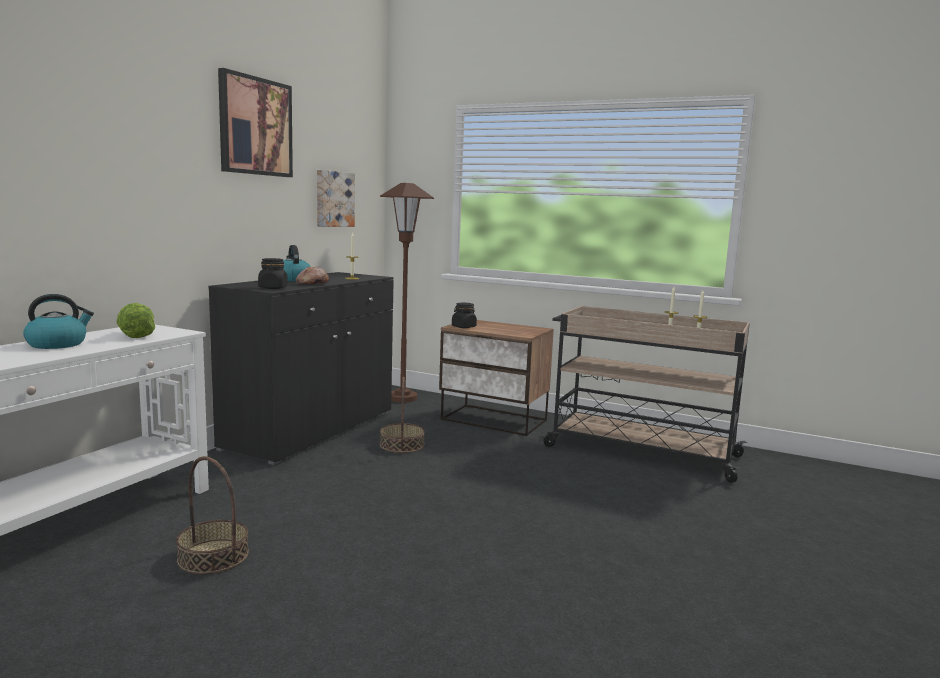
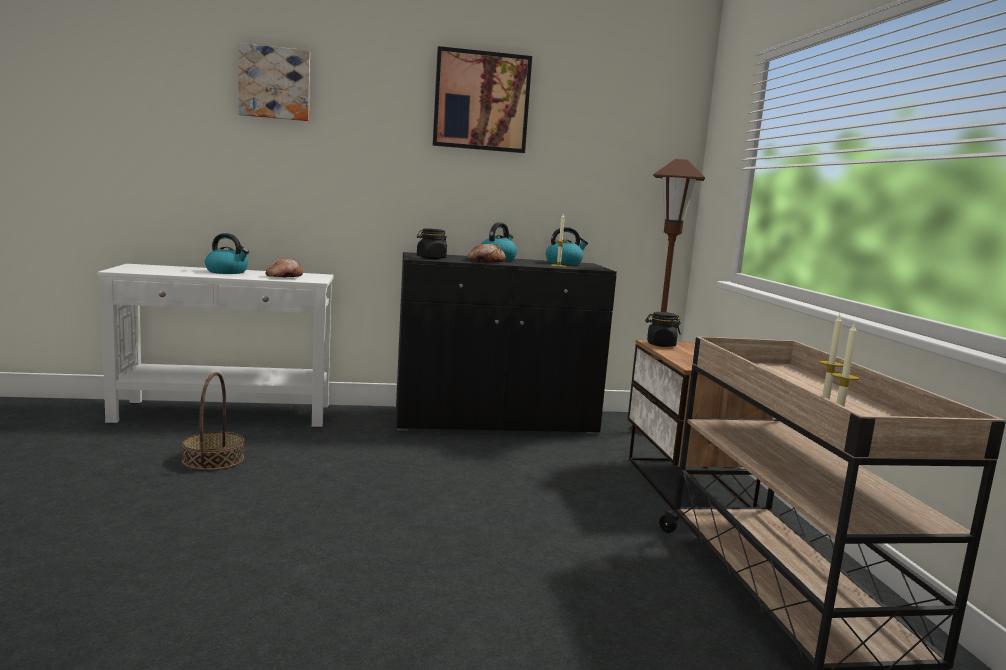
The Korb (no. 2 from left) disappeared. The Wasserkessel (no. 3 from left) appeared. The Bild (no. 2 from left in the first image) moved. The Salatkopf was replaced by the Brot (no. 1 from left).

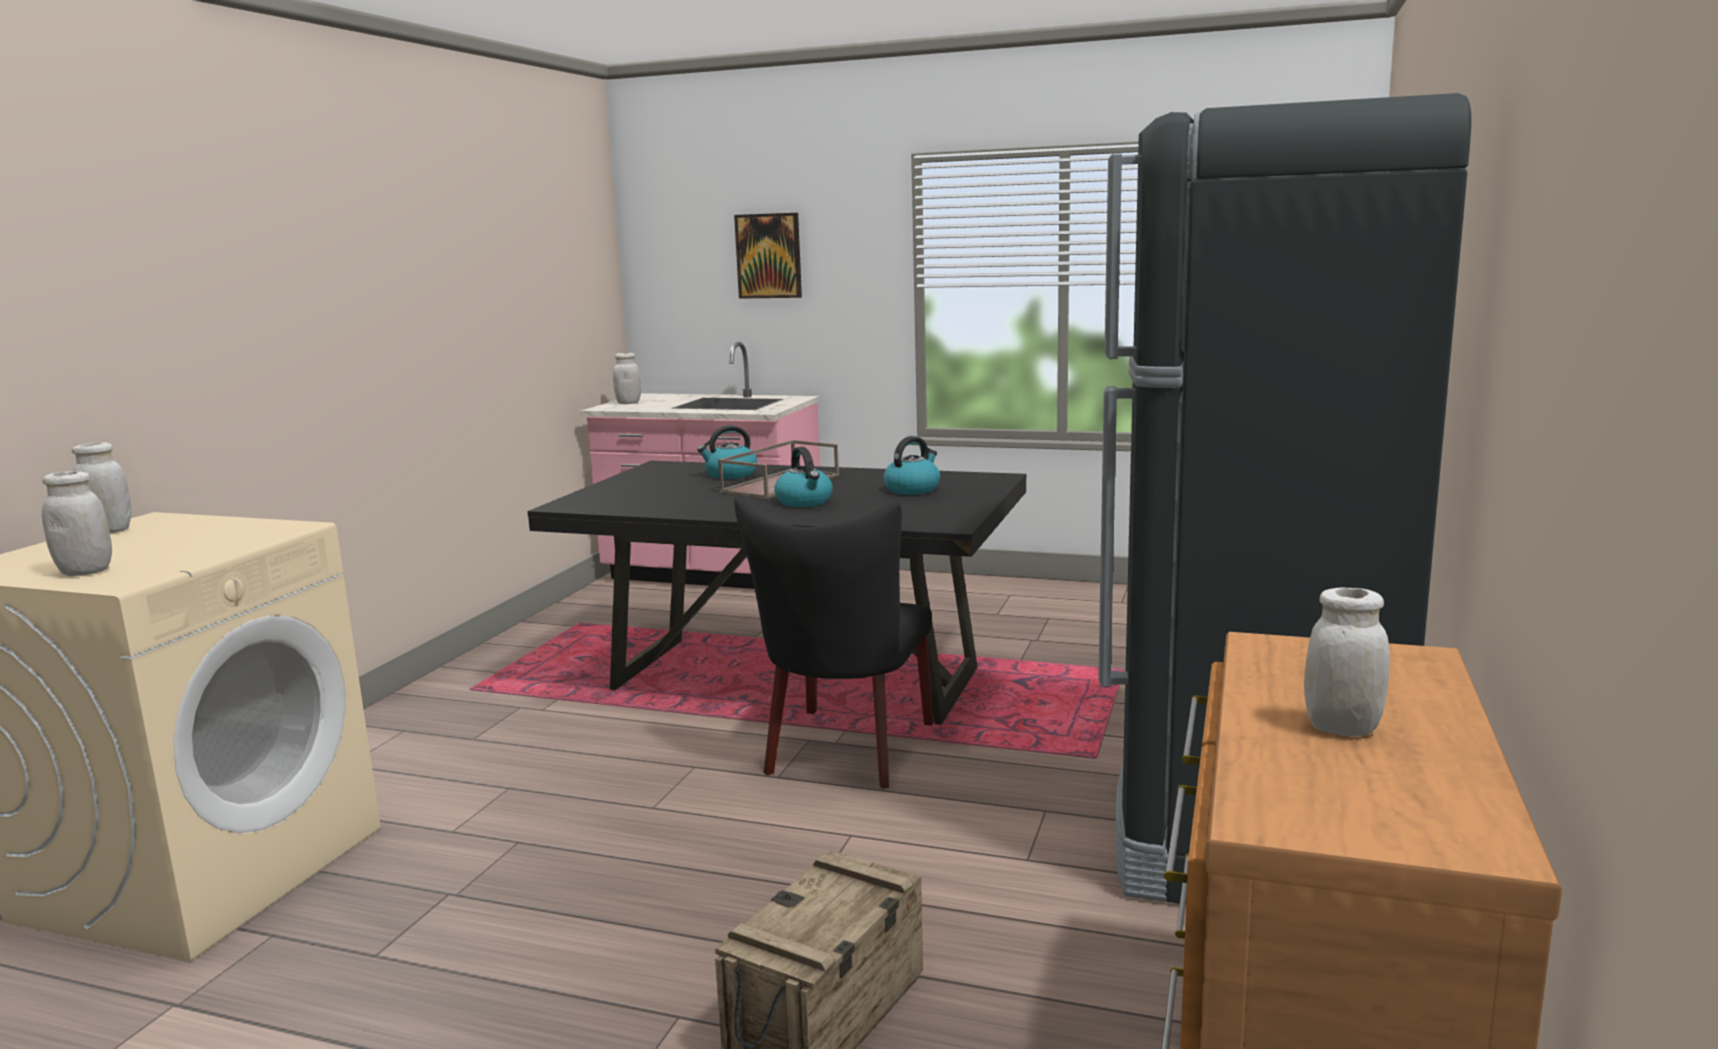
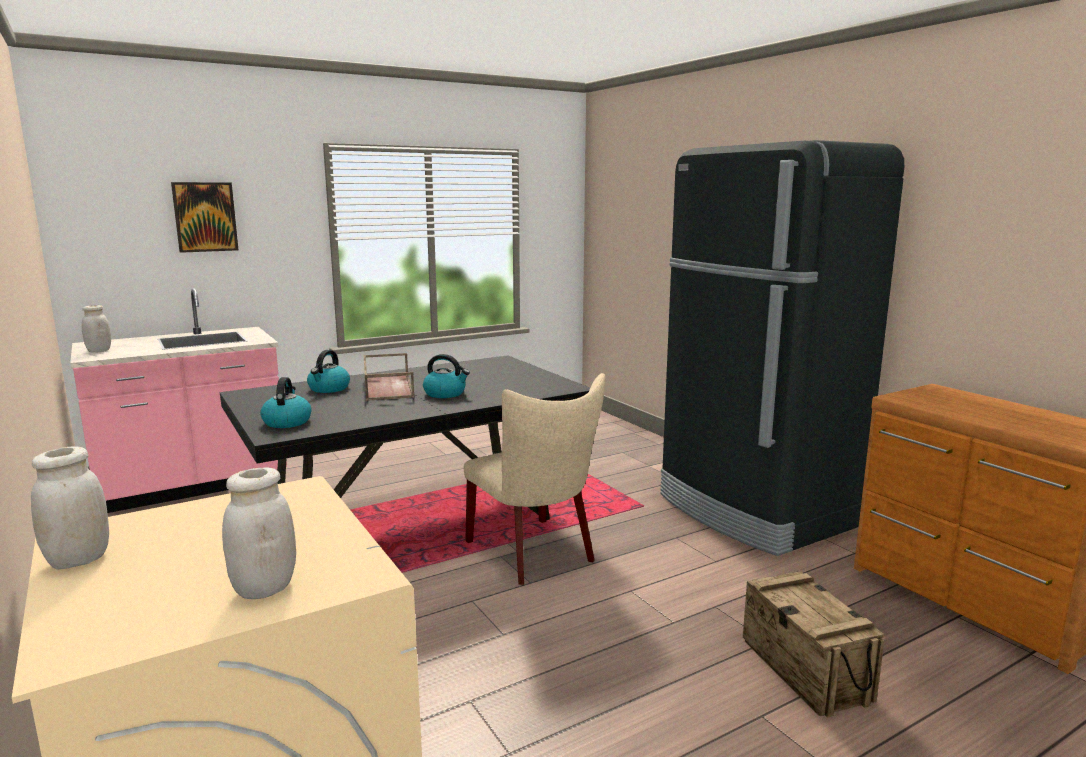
The Vorratsglas (weiß) (no. 4 from left) disappeared. The Wasserkessel (no. 3 from left in the first image) moved. The Stuhl (schwarz) became the Stuhl (beige).

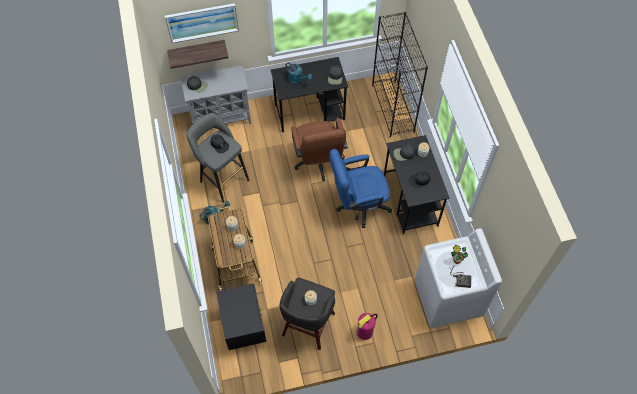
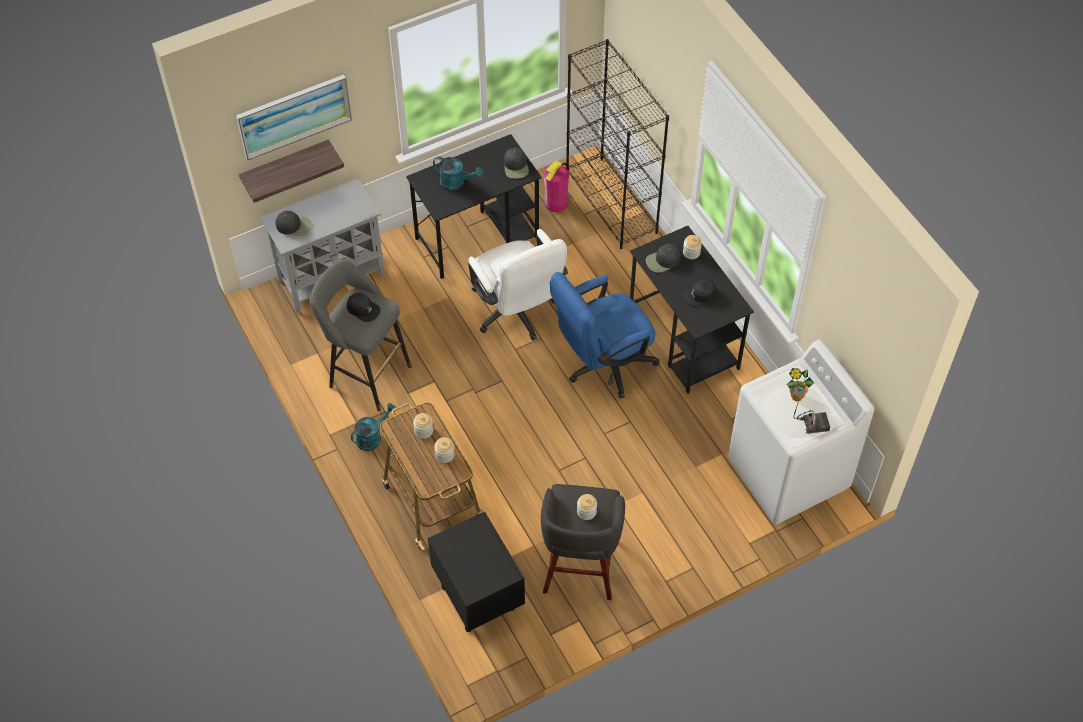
The Feuerlöscher moved. The Bürostuhl (braun) became the Bürostuhl (weiß).

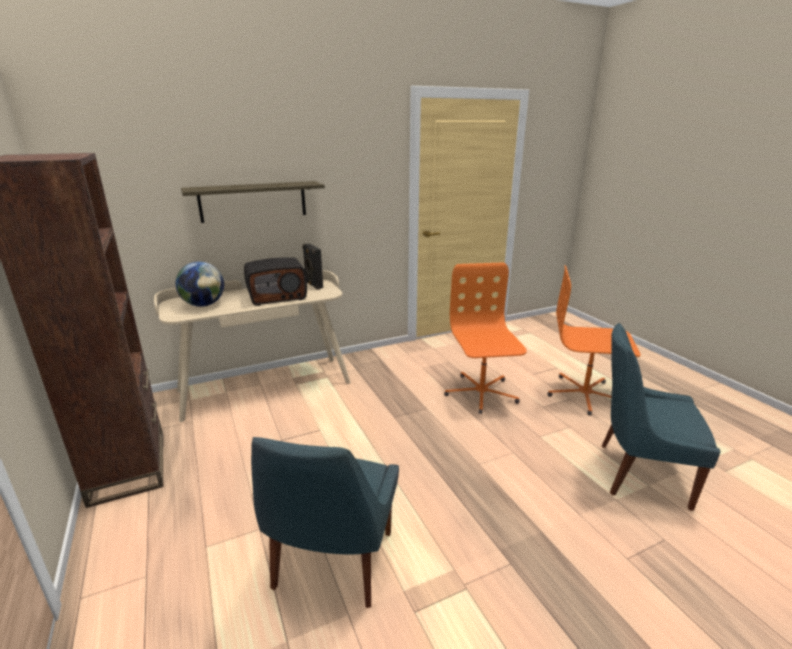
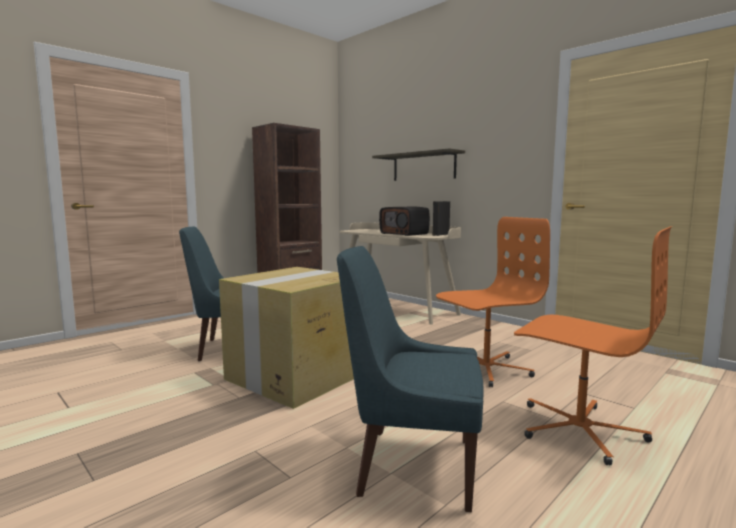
The Globus disappeared. The Karton appeared. The Bürostuhl (orange) (no. 2 from left) turned 135 degrees clockwise. The Stuhl (blau) (no. 2 from left) turned 75 degrees counterclockwise.

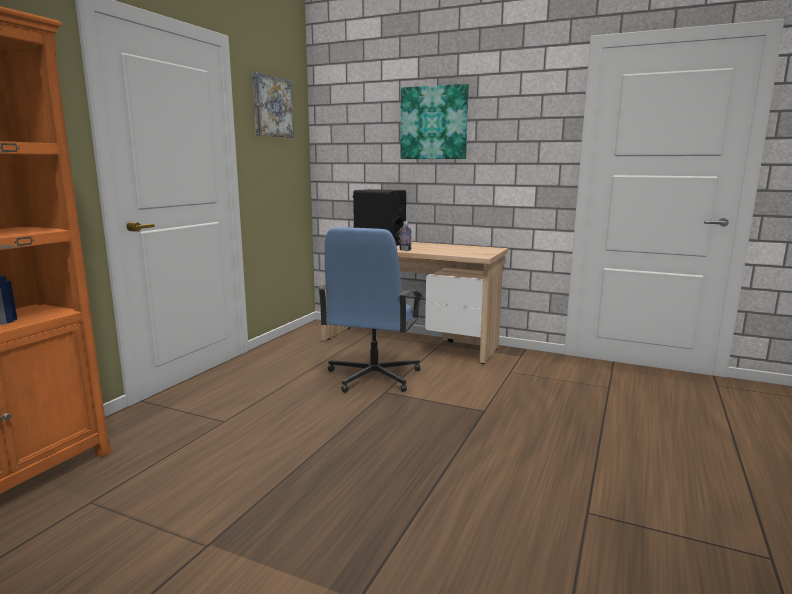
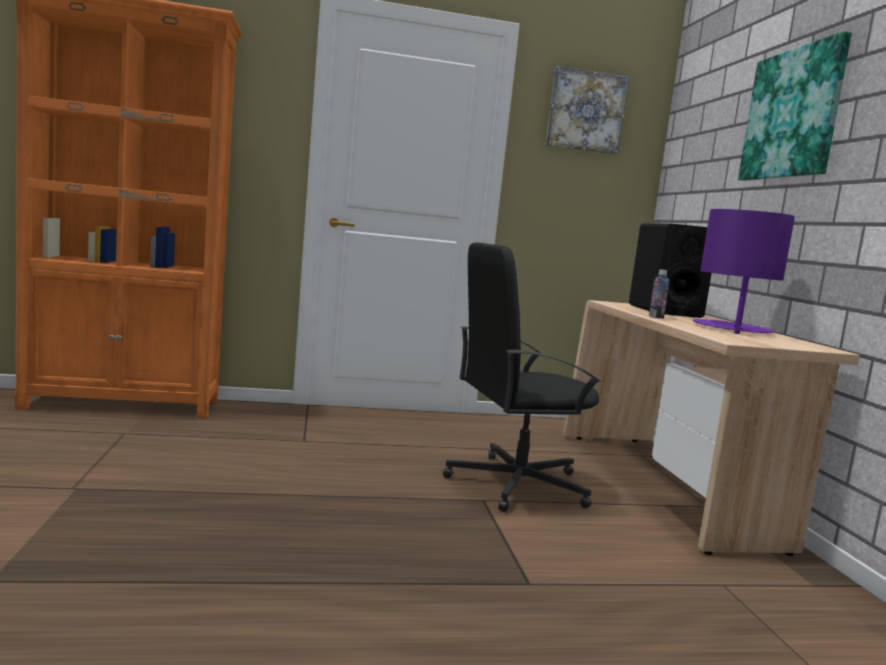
The Tischlampe (lila) appeared. The Bürostuhl (blau) became the Bürostuhl (schwarz).

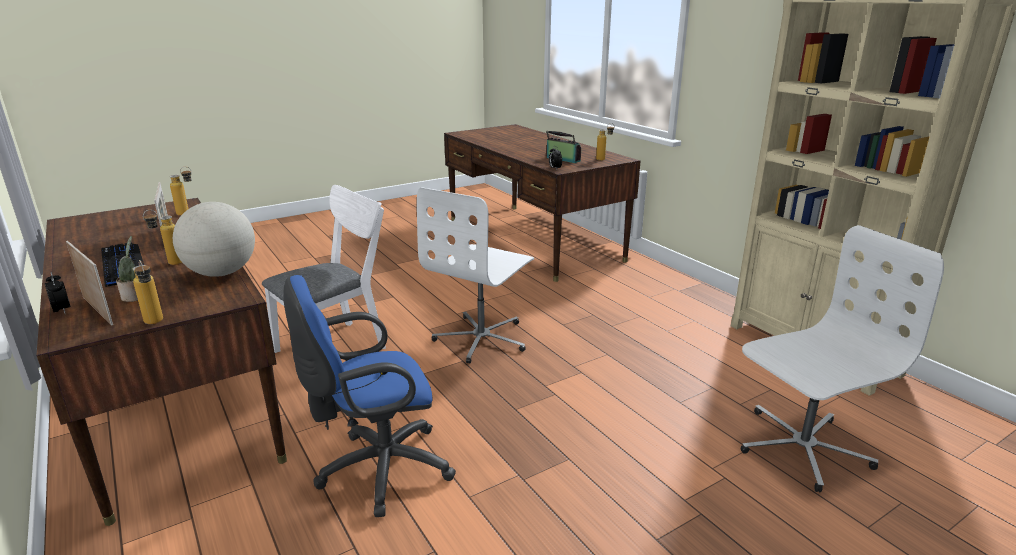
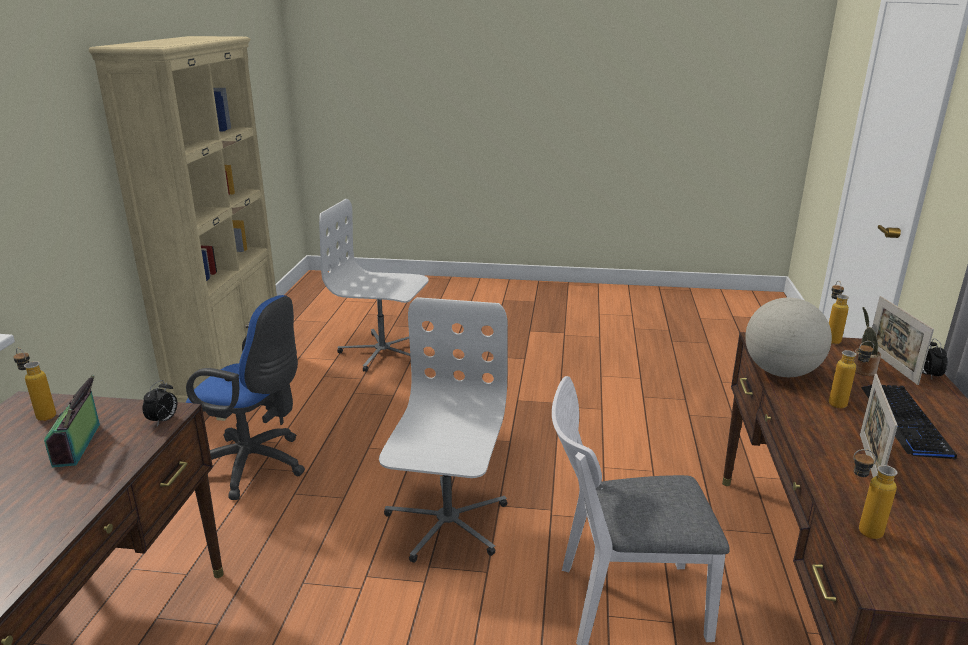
The Bürostuhl (blau) moved. The Bürostuhl (weiß) (no. 1 from left in the first image) turned 60 degrees counterclockwise.

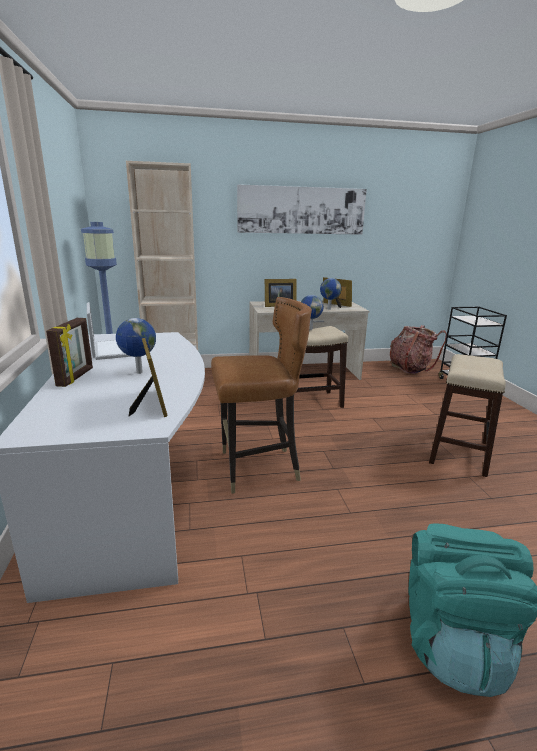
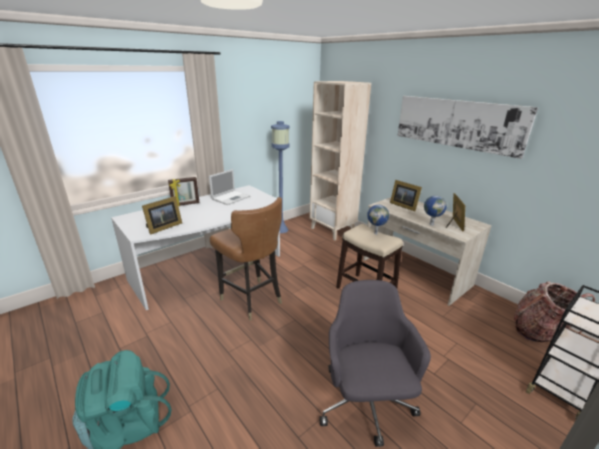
The Globus (no. 1 from left) disappeared. The Hocker (no. 2 from left) was replaced by the Bürostuhl (grau).

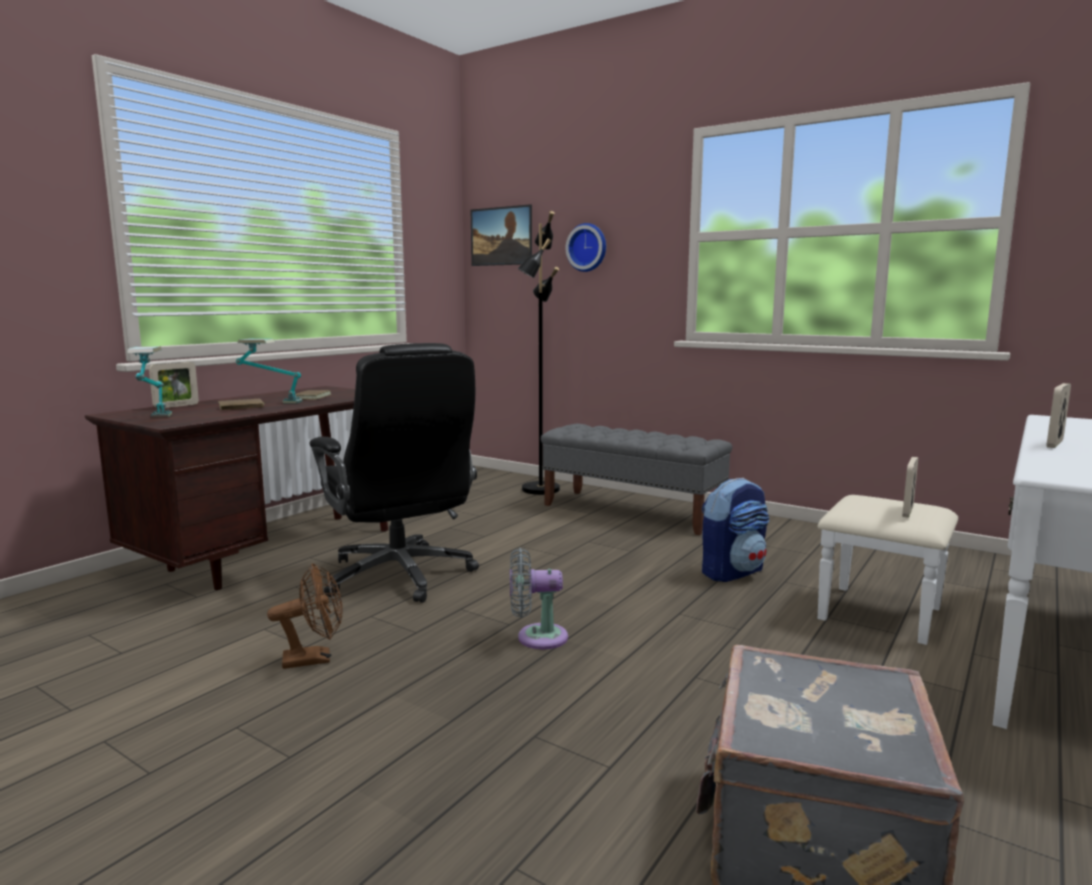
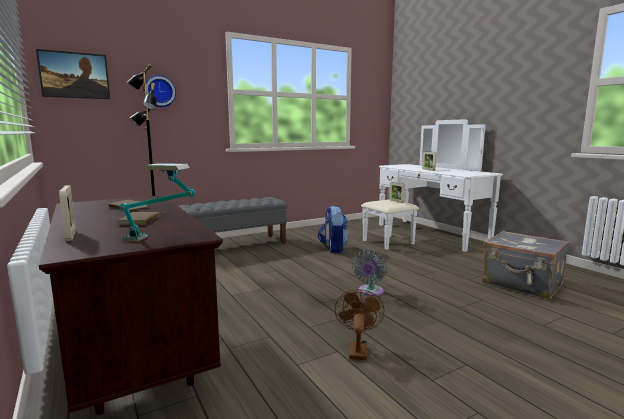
The Tischlampe (no. 2 from left) disappeared. The Bürostuhl (schwarz) disappeared.

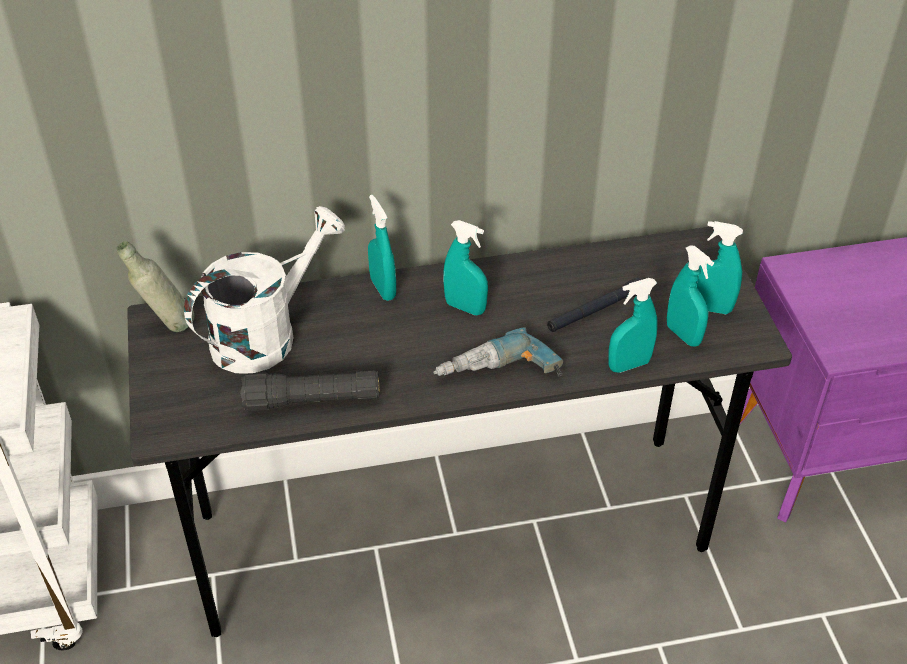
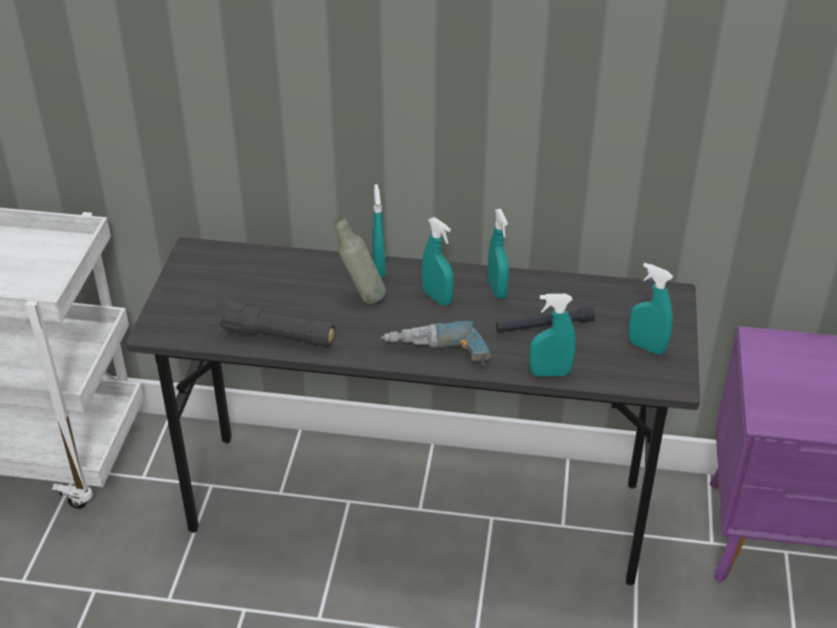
The Gießkanne (weiß) disappeared. The Flasche (grau) moved. The Sprühflasche (türkis) (no. 4 from left in the first image) moved.

